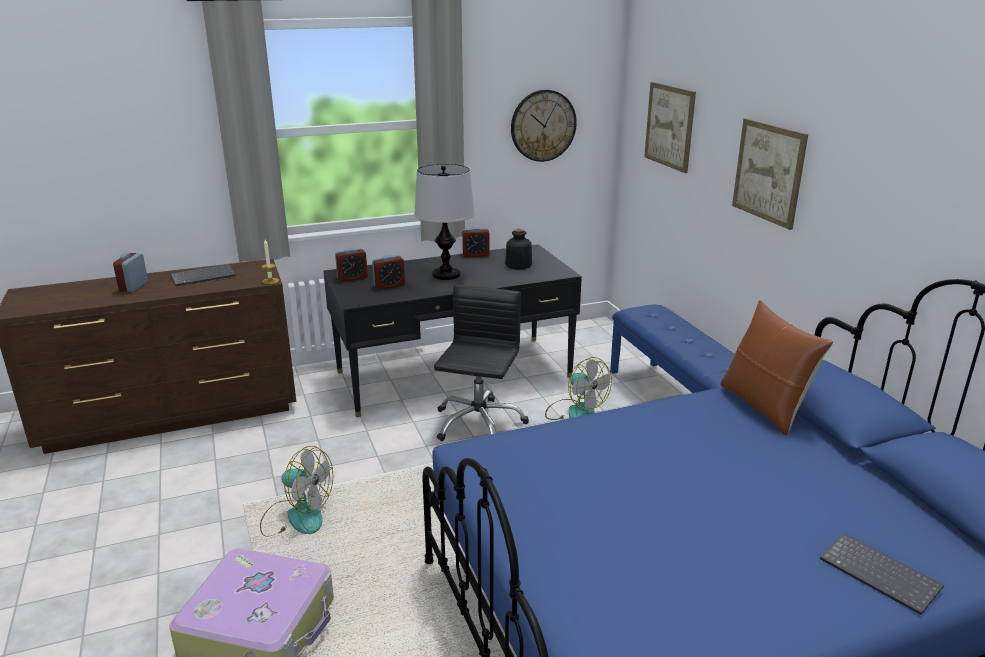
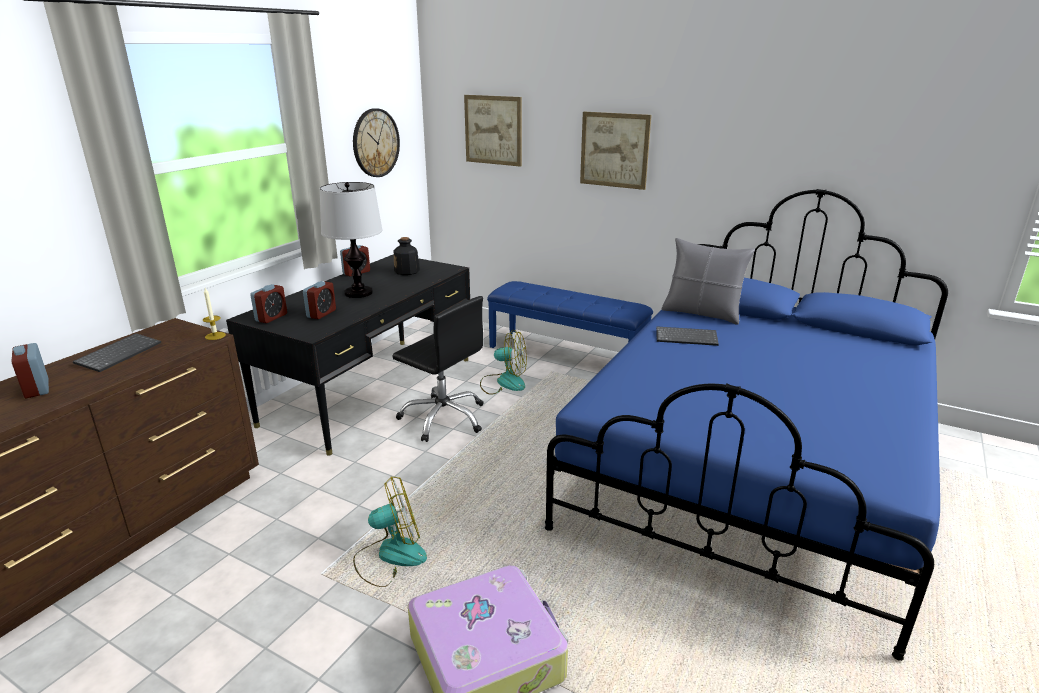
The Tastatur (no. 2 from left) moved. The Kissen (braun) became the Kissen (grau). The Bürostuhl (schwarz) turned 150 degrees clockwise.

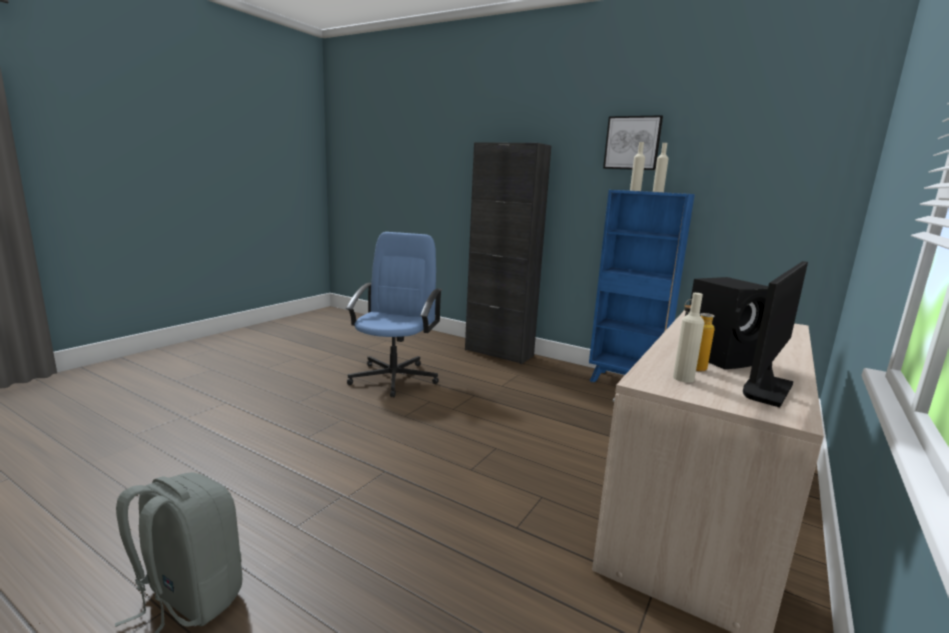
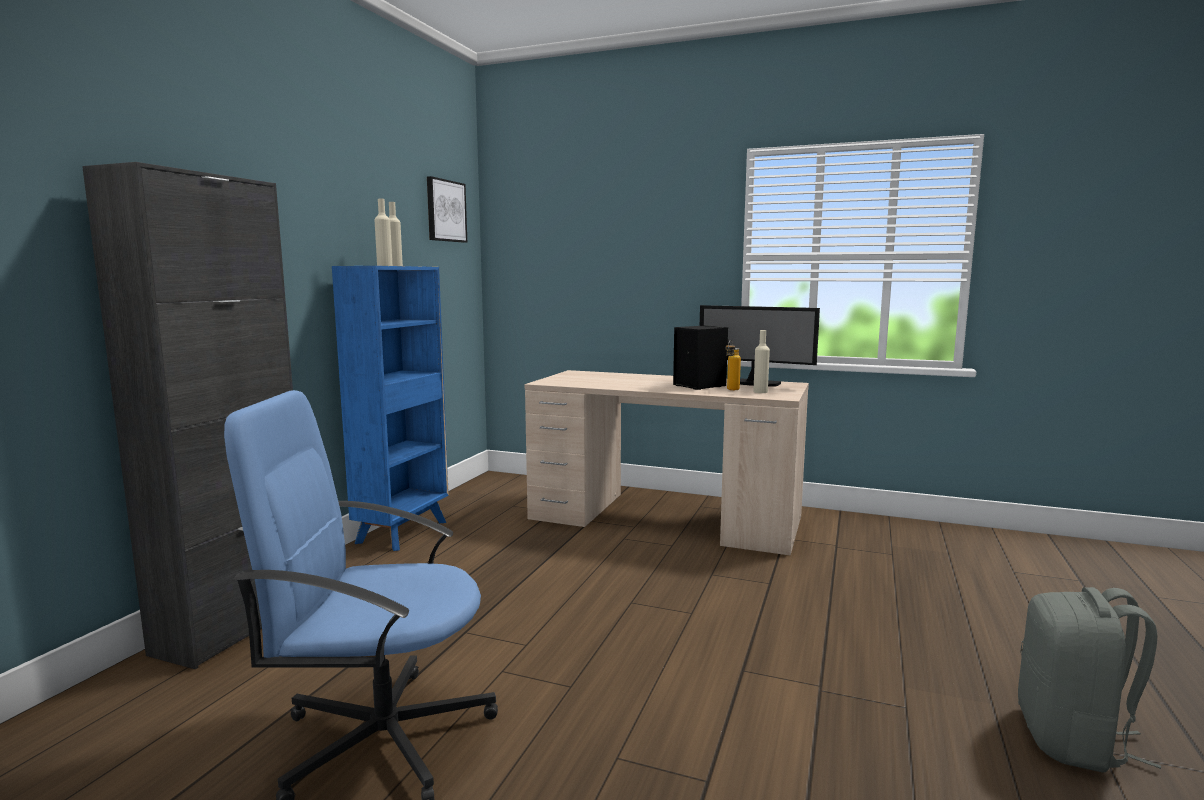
The Bild moved.

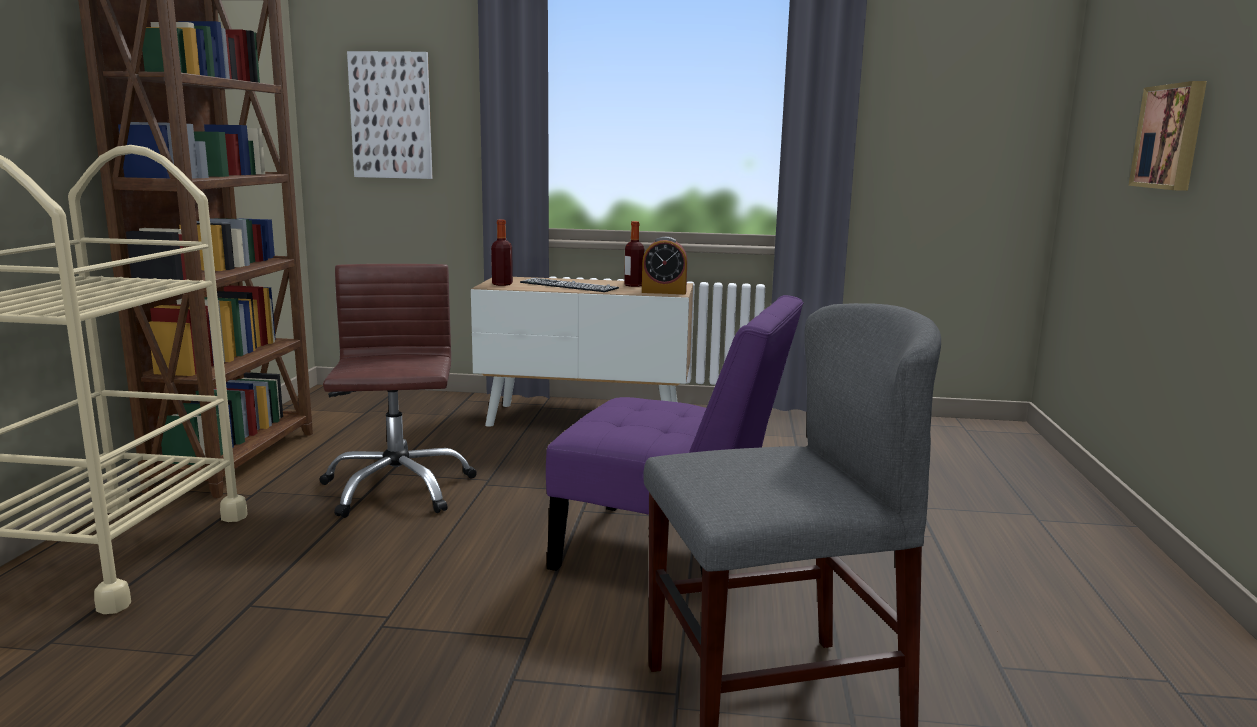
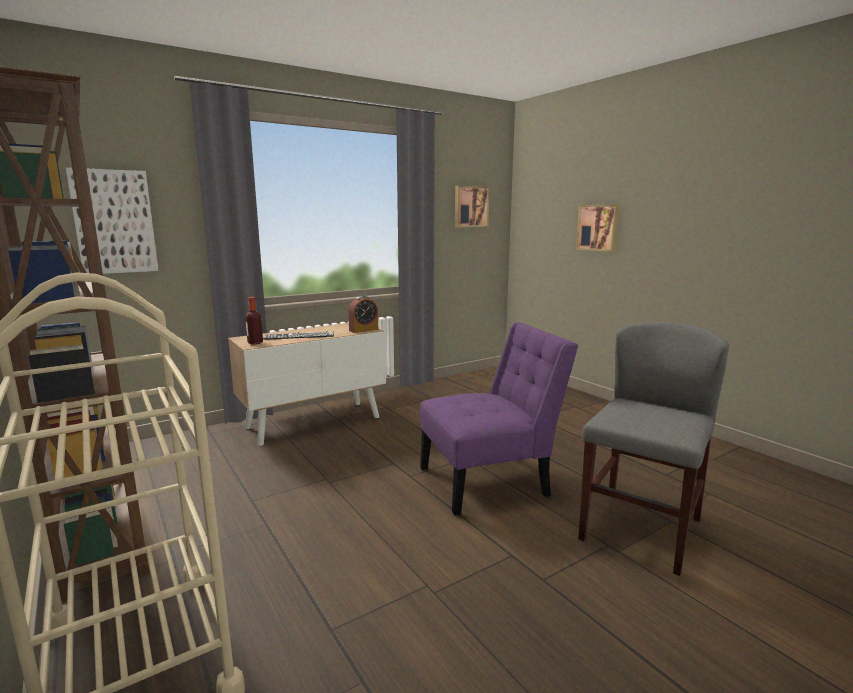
The Bürostuhl (braun) disappeared. The Flasche (no. 2 from left) disappeared. The Bild (no. 2 from left) appeared.

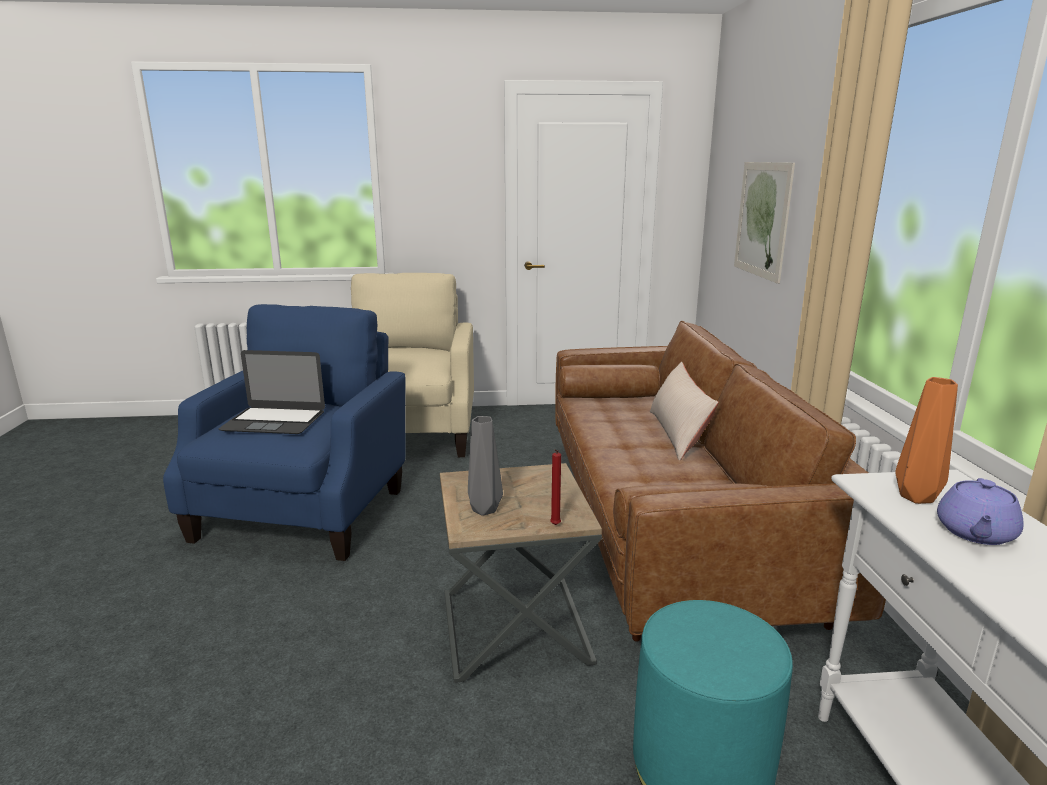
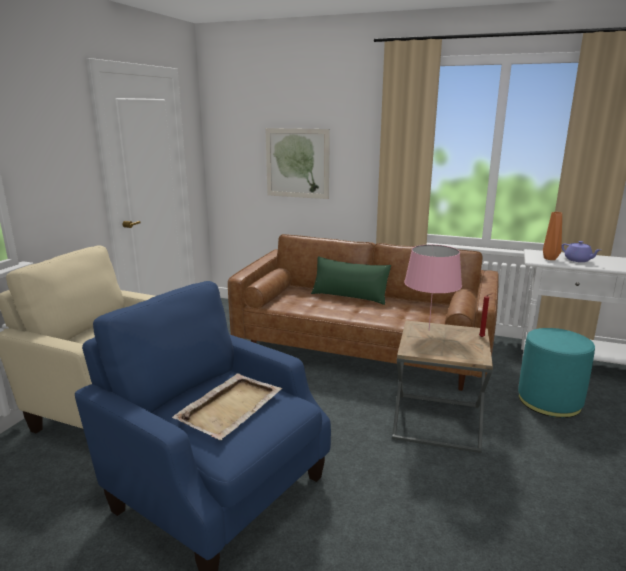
The Vase (grau) disappeared. The Tischlampe (rosa) appeared. The Laptop was replaced by the Tablett (beige). The Kissen (beige) became the Kissen (grün).

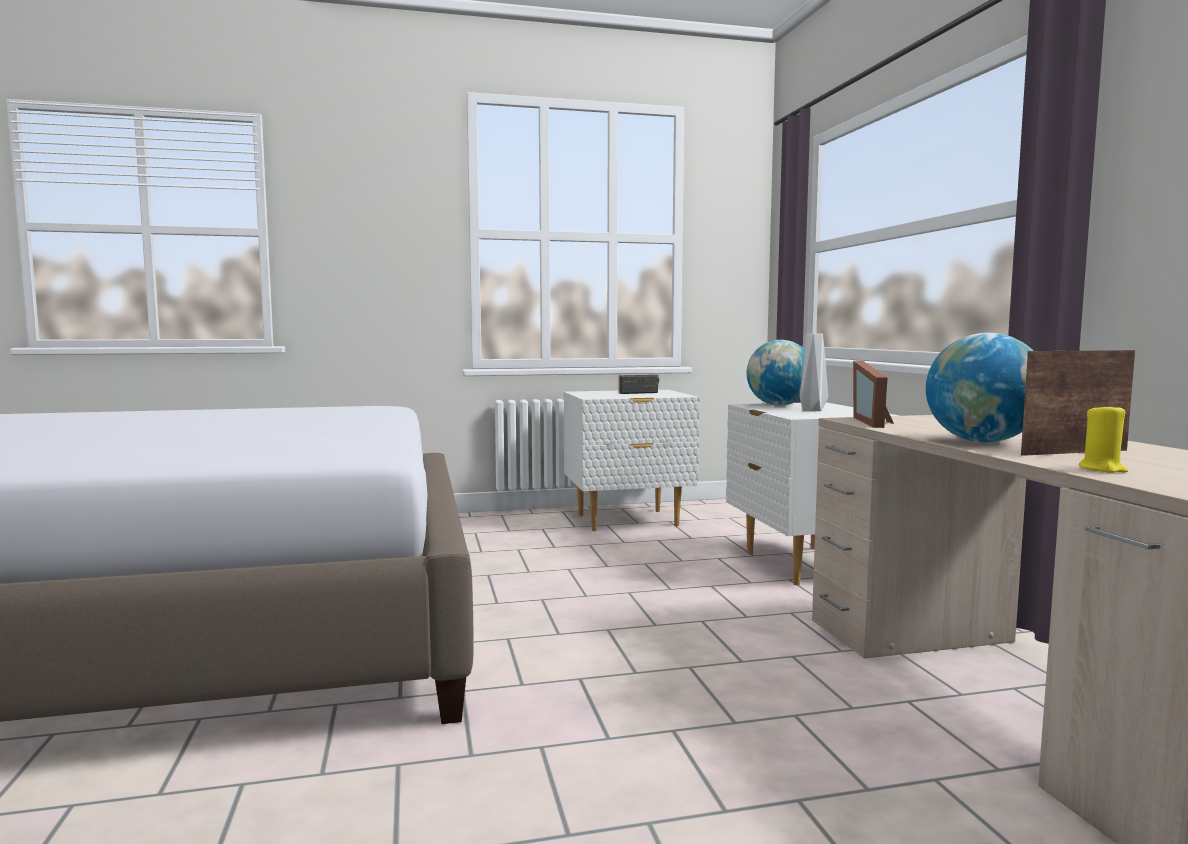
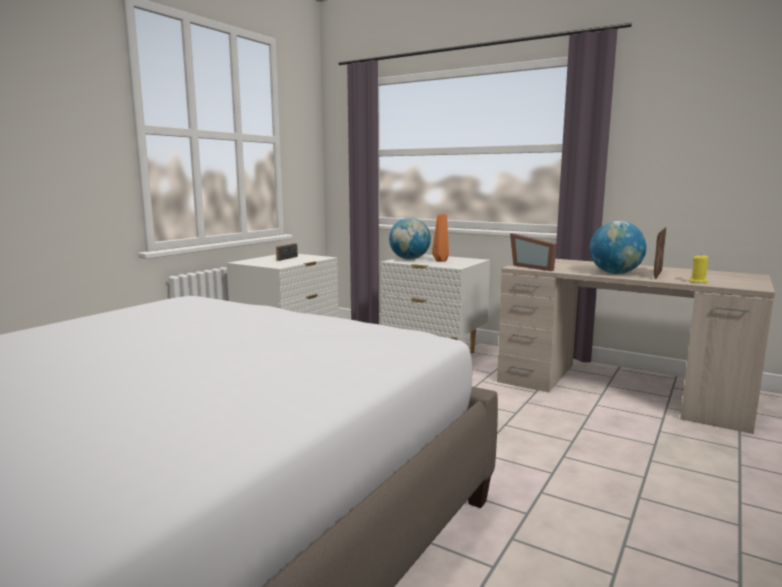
The Vase (grau) became the Vase (orange).

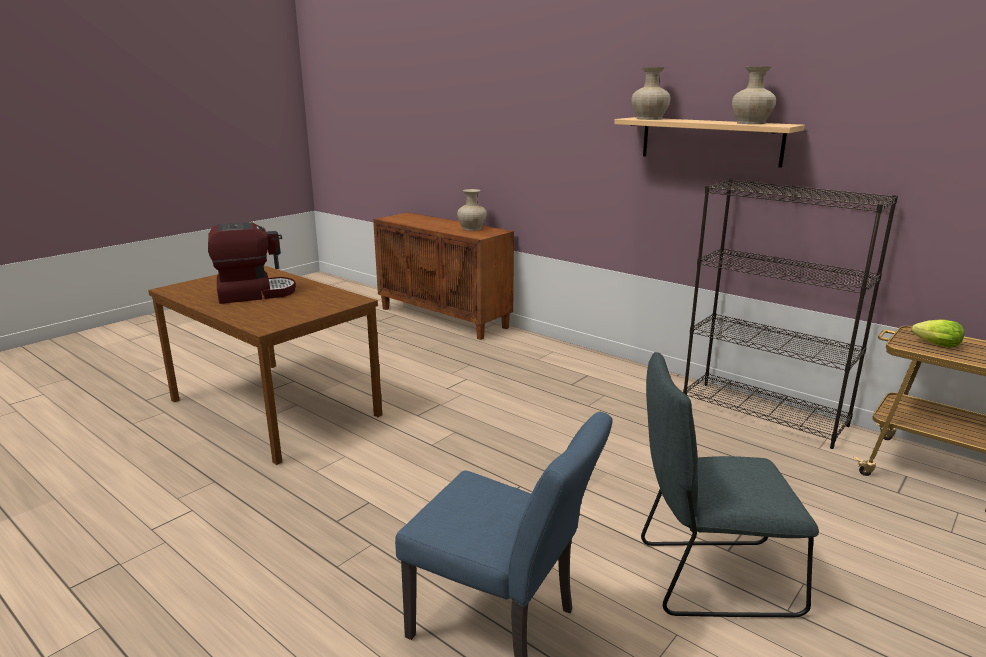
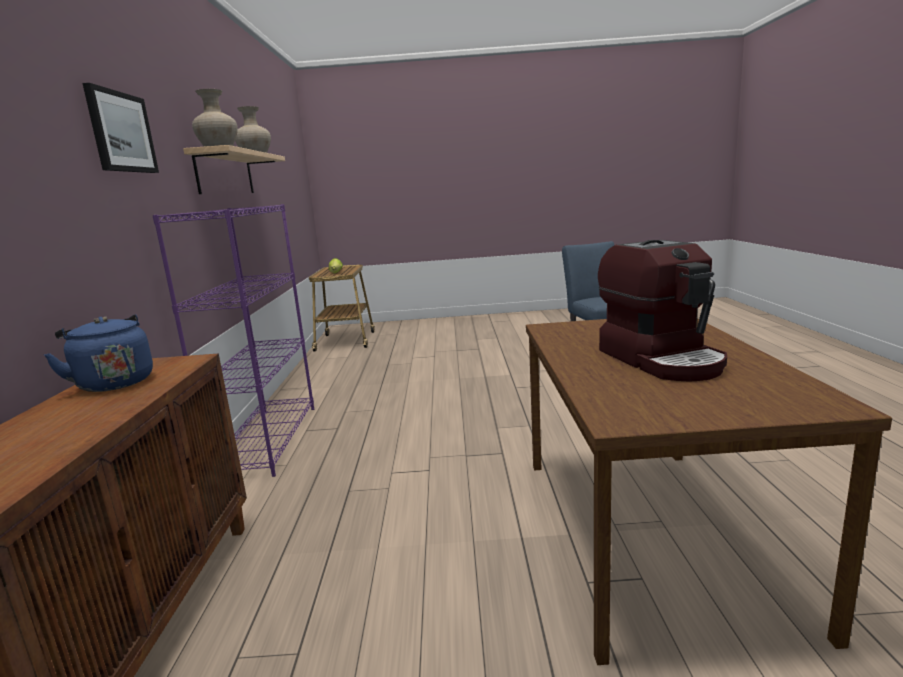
The Stuhl (grau) disappeared. The Bücherregal (schwarz) disappeared. The Bild appeared. The Bücherregal (lila) appeared. The Vase (beige) (no. 1 from left) was replaced by the Wasserkessel (blau). The Kaffeemaschine turned 135 degrees counterclockwise.

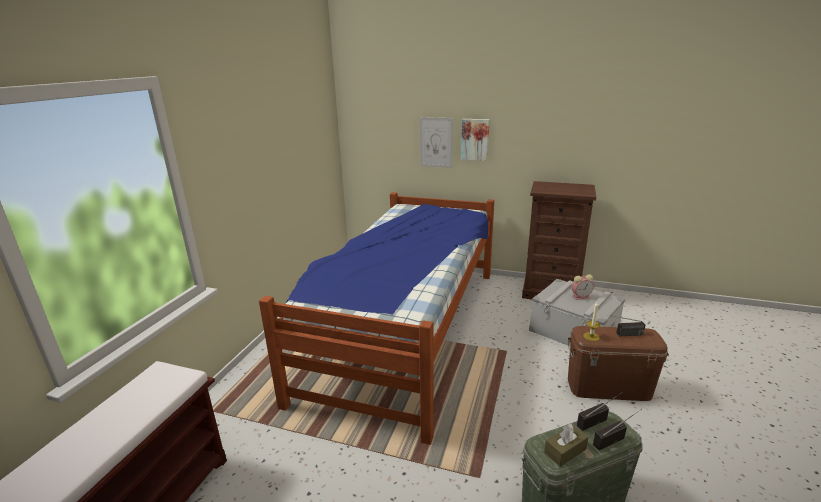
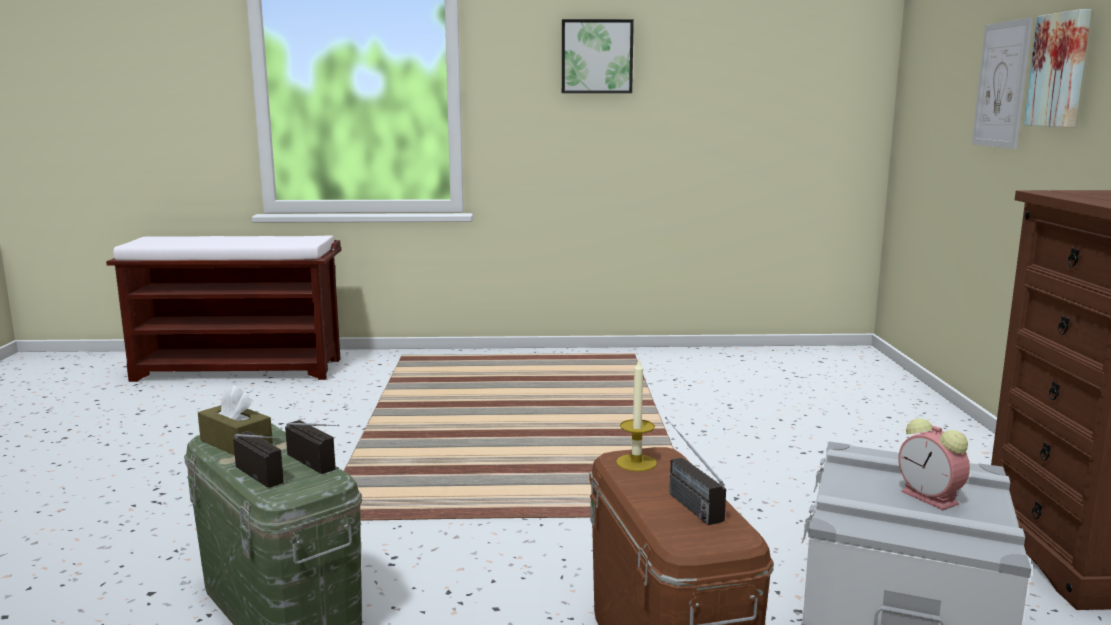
The Bett disappeared. The Bild (no. 1 from left) appeared.

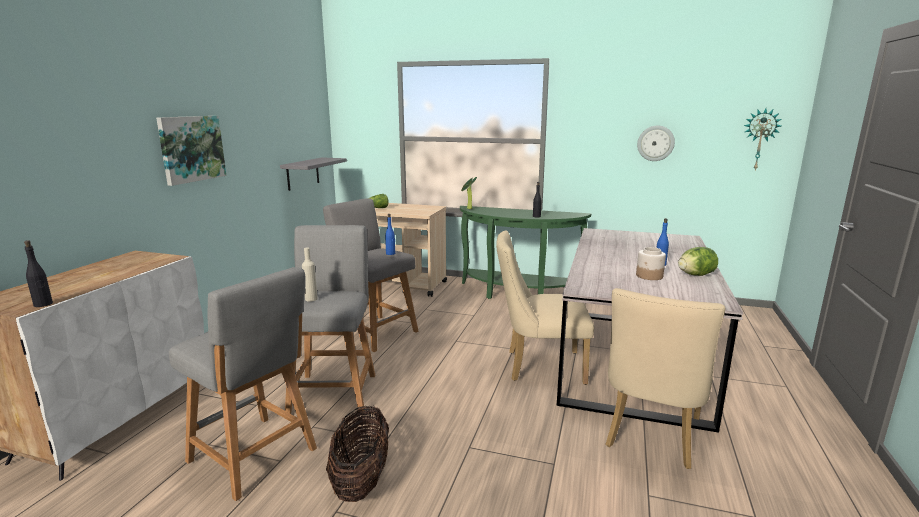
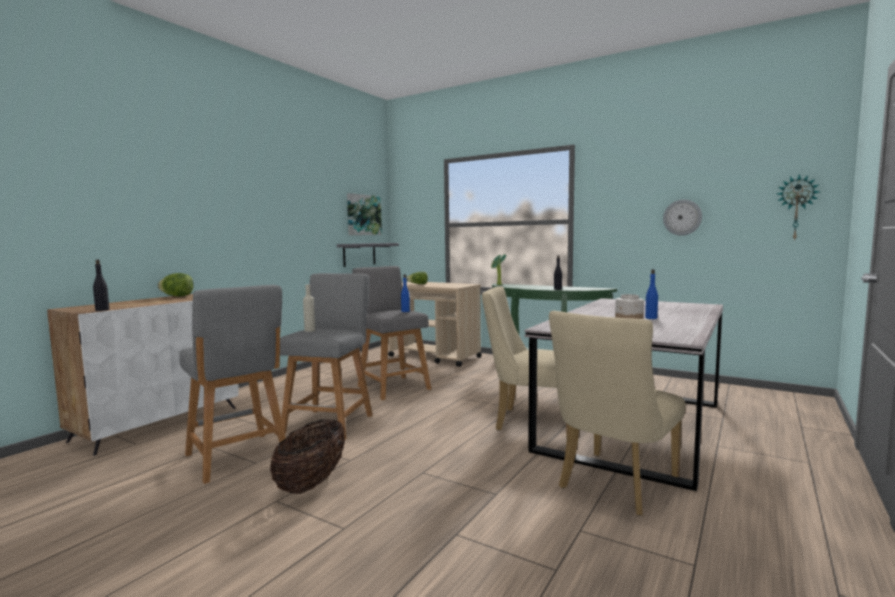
The Bild moved. The Salatkopf (no. 2 from left in the first image) moved.

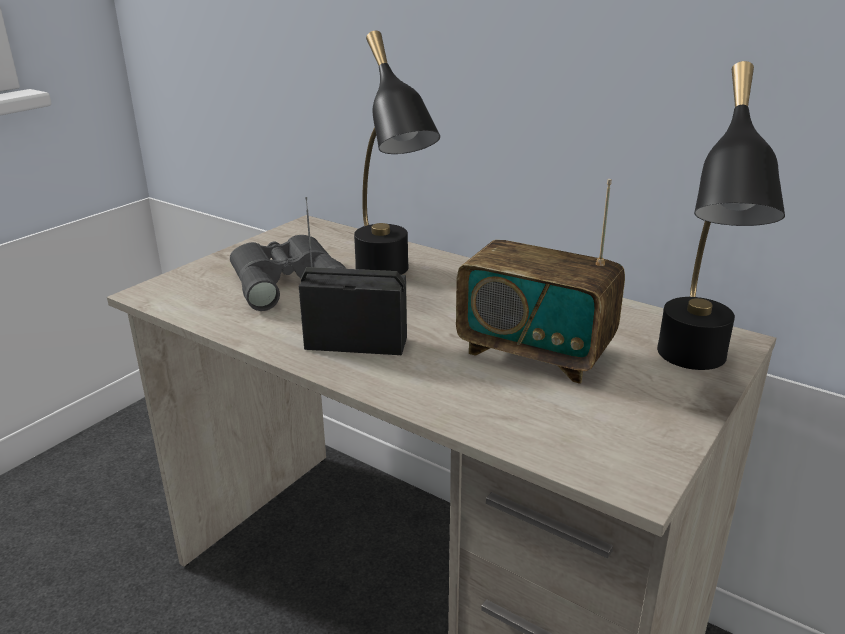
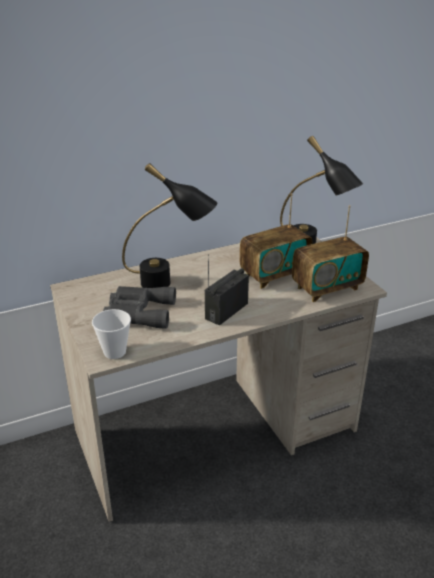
The Tasse appeared. The Radio (no. 3 from left) appeared.

